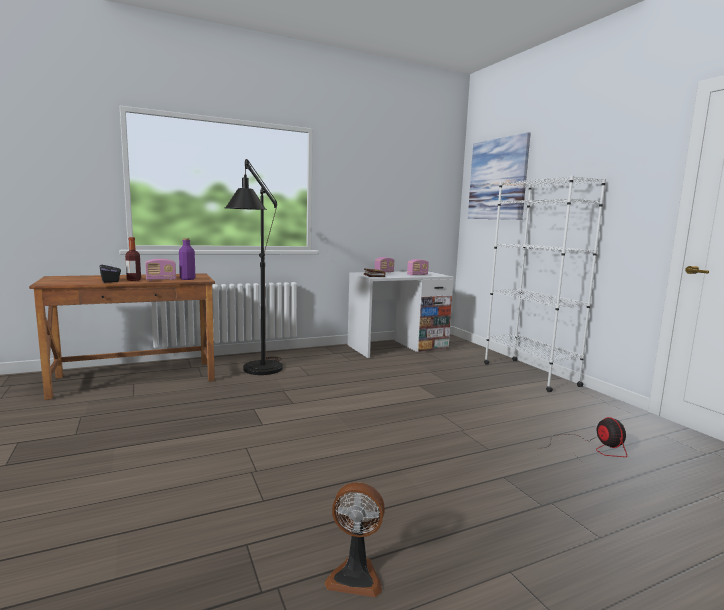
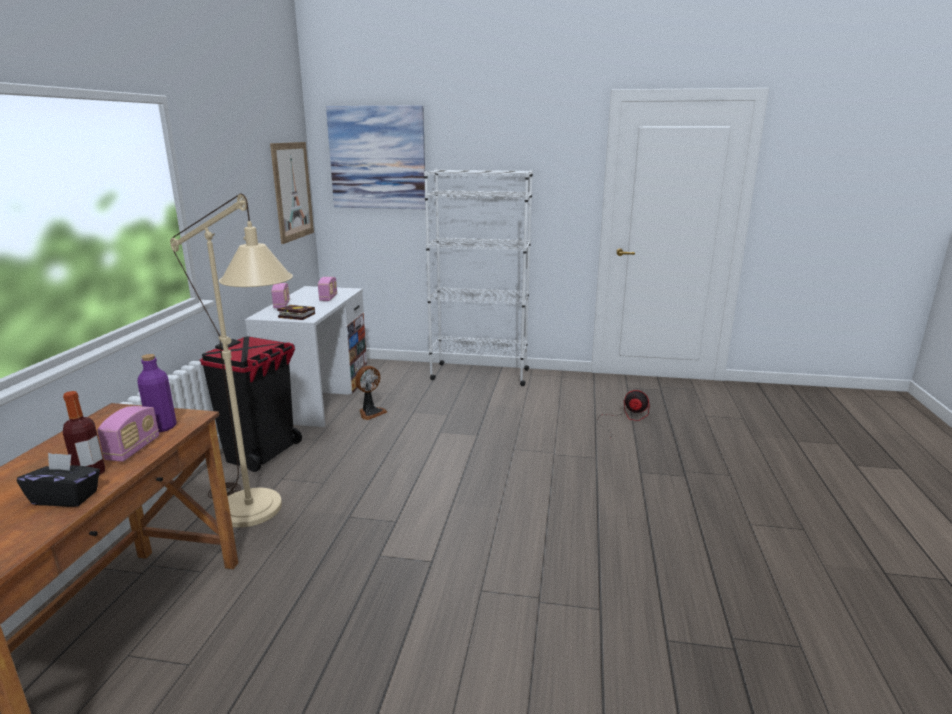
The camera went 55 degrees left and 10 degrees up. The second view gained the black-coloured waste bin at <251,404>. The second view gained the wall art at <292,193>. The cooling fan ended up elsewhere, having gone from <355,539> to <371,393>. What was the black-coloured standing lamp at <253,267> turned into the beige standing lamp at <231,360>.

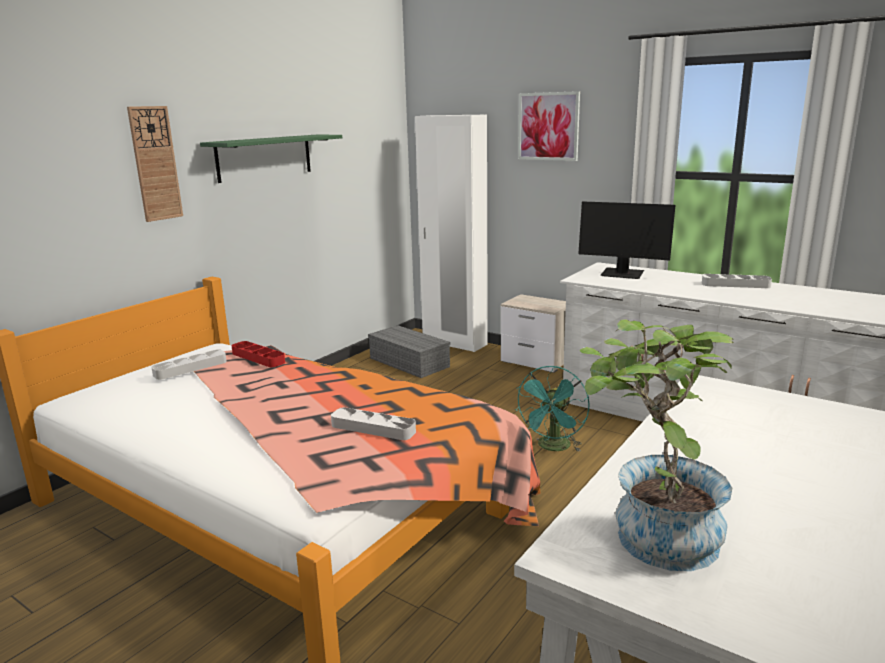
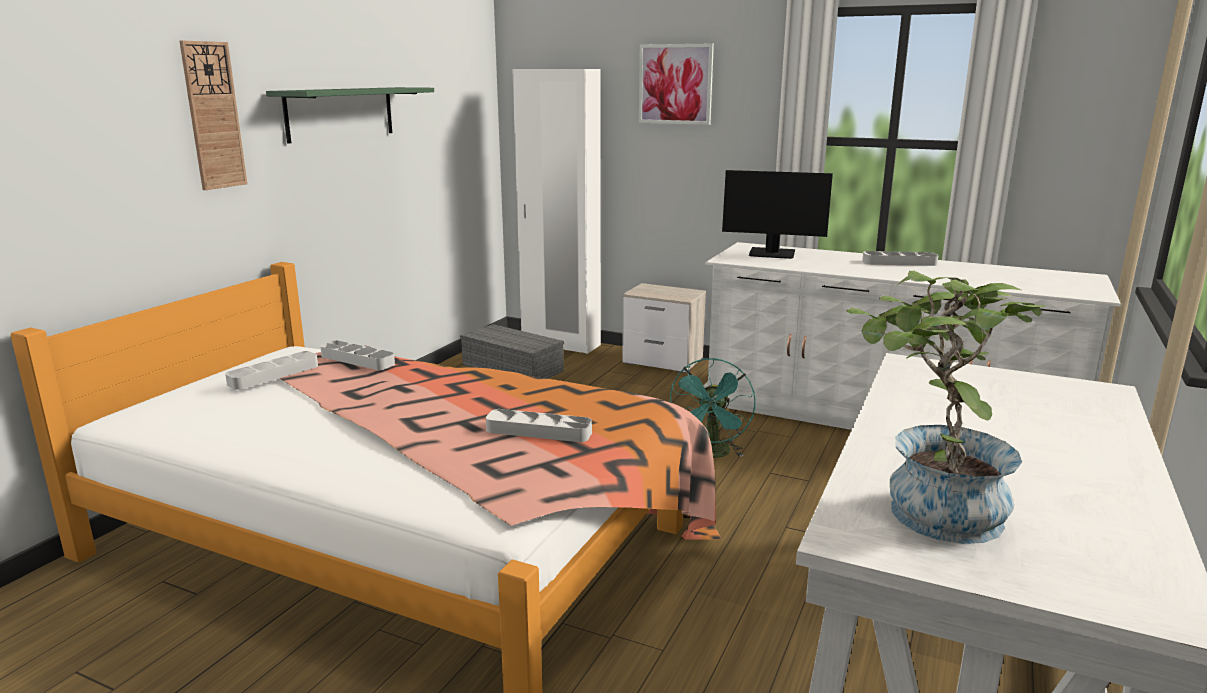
The camera went 10 degrees left and 0 degrees up. What was the reddish carrying tray at <258,354> turned into the greyish carrying tray at <357,355>.

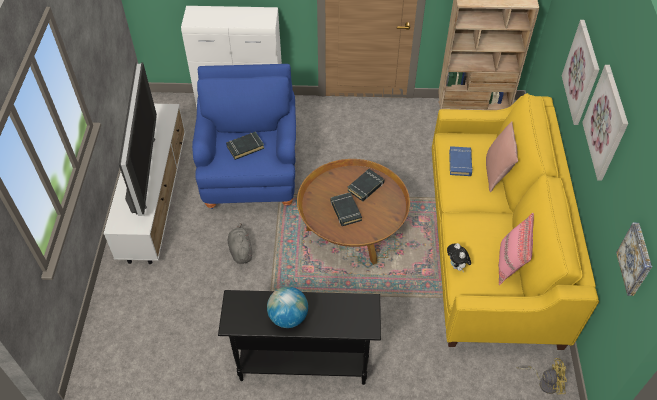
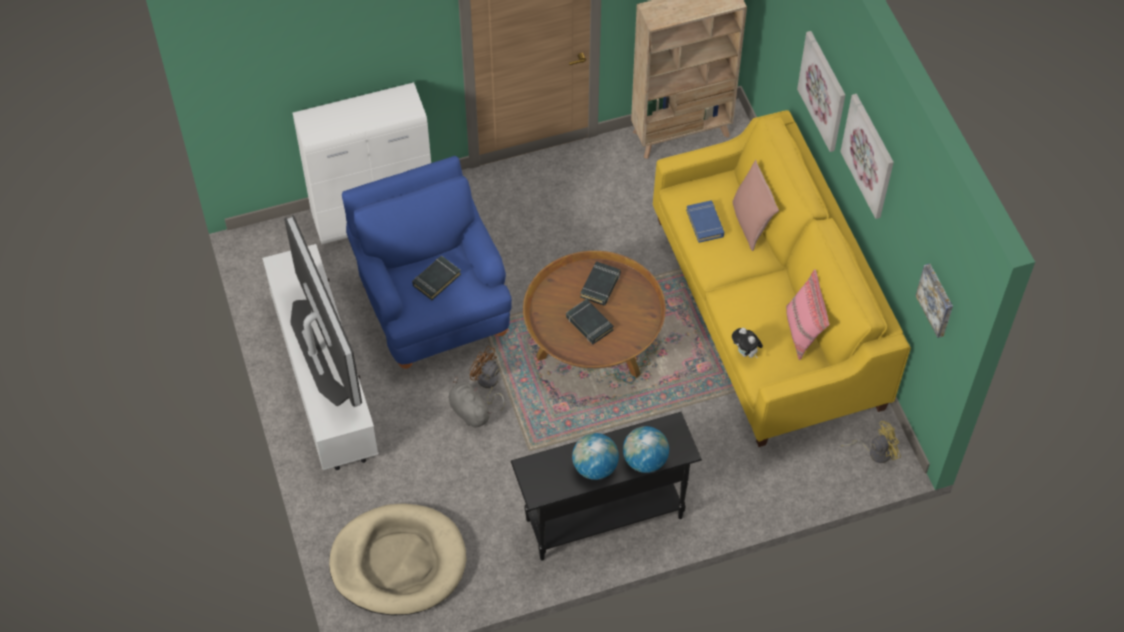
The camera went 20 degrees left and 5 degrees up. The second view gained the beige pet bed at <398,559>. The second view gained the brown-coloured cooling fan at <487,378>. The second view gained the globe at <646,449>.

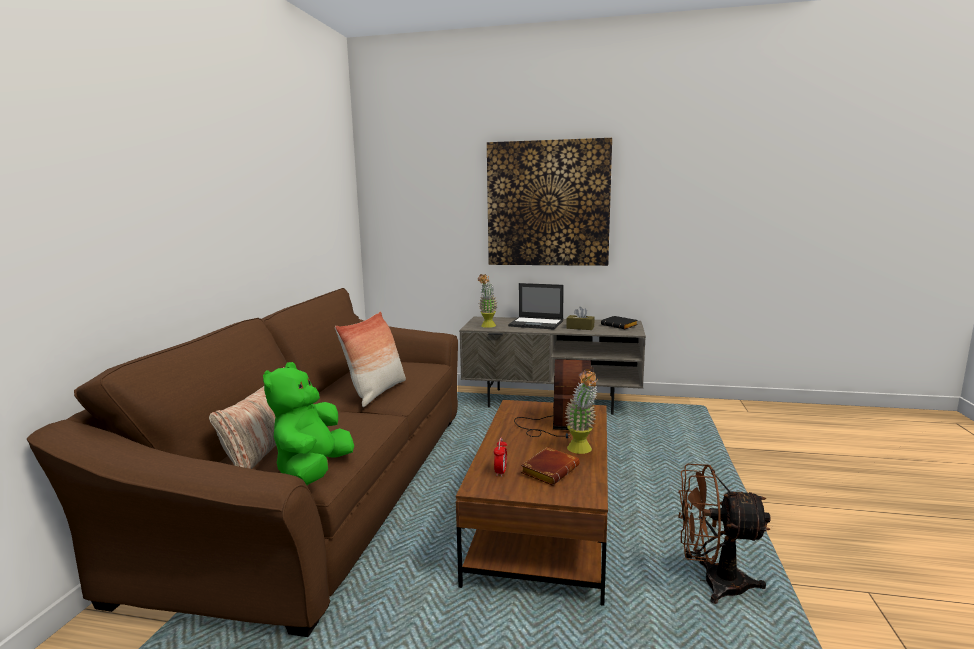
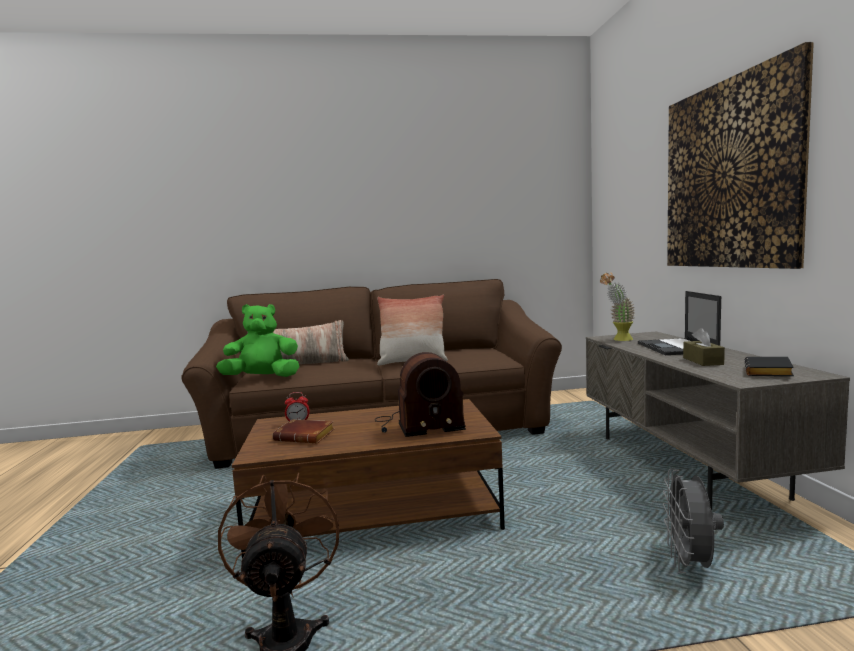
The camera went 70 degrees right and 5 degrees down. The second view lost the plant in a pot at <581,411>. The second view gained the greyish cooling fan at <693,520>.

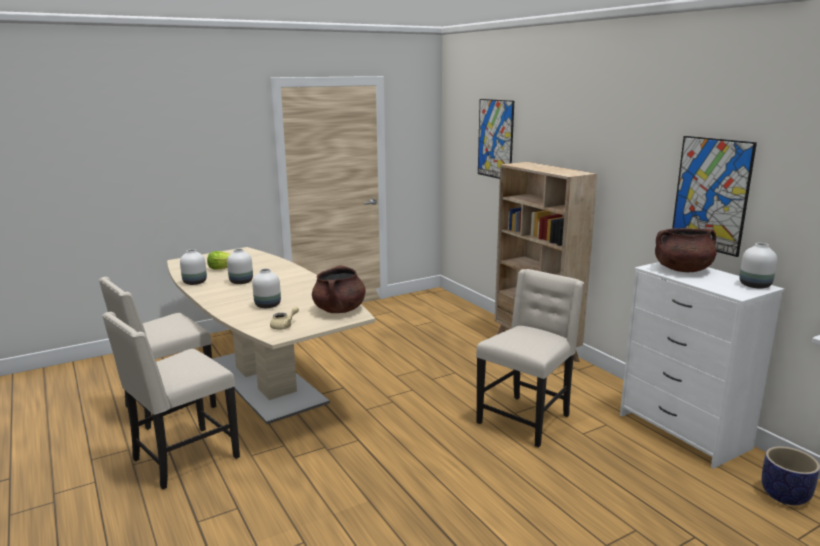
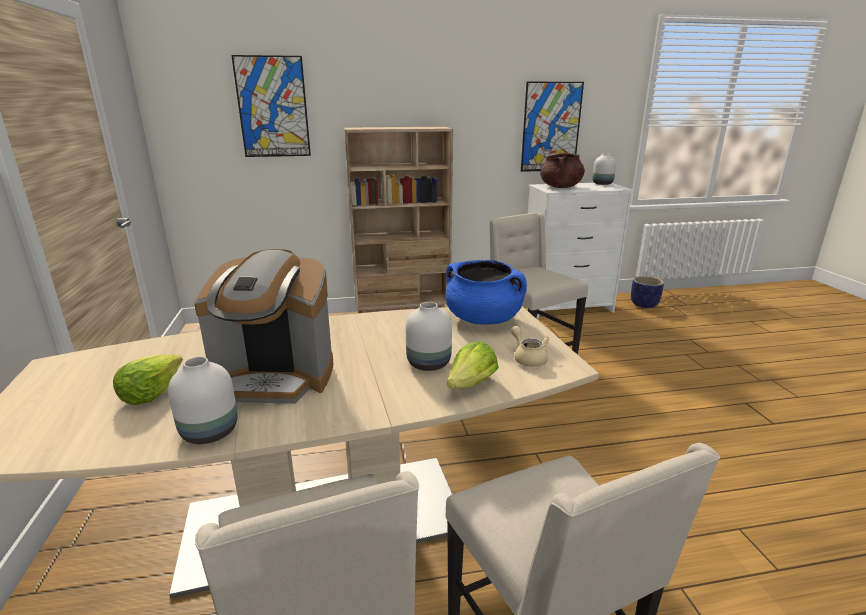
The camera went 70 degrees left and 5 degrees up. The second view gained the lettuce head at <473,365>. Where the white-coloured flower vase stood at <240,266>, the coffee machine came to stand at <263,326>. What was the brown-coloured stockpot at <339,289> turned into the bluish stockpot at <486,292>.

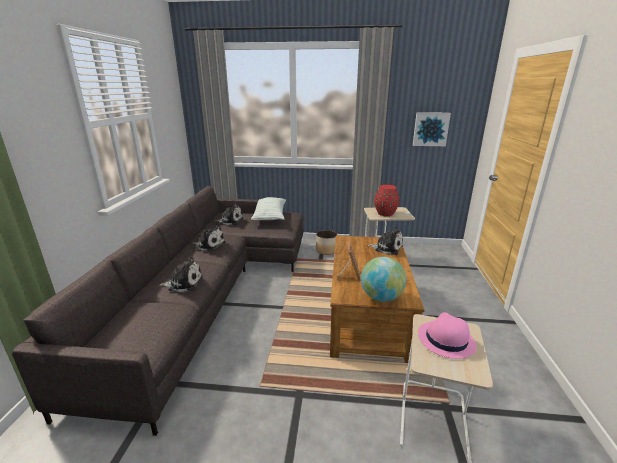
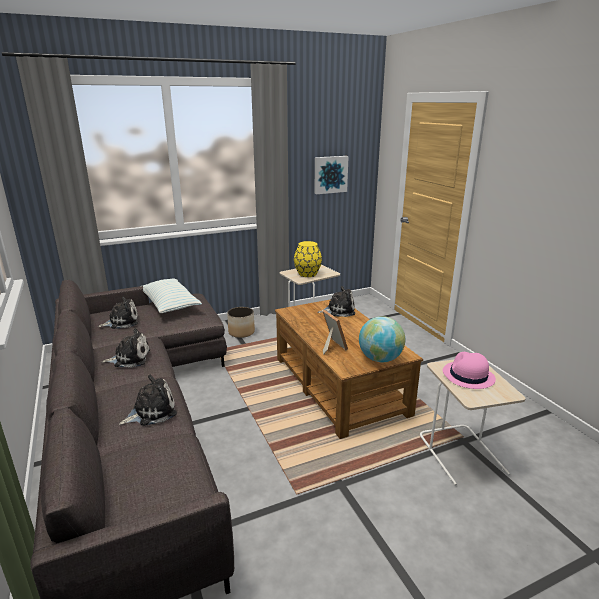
The camera went 30 degrees left and 0 degrees up. What was the reddish flower vase at <387,200> turned into the yellow-coloured flower vase at <308,259>.

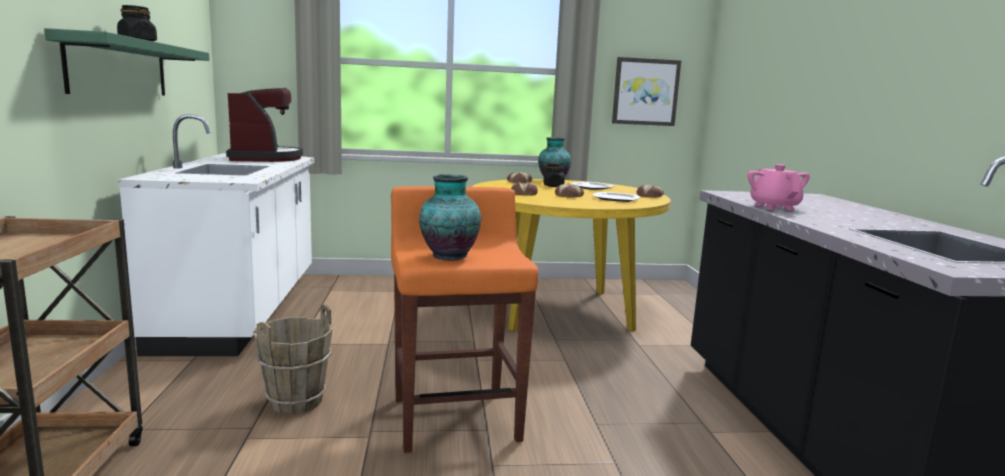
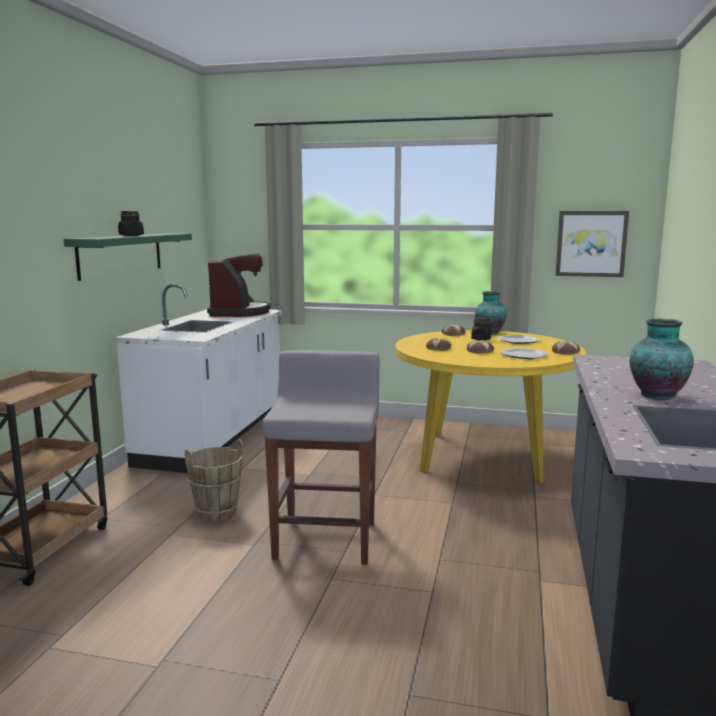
The camera went 20 degrees right and 0 degrees up. The second view lost the pink-coloured teapot at <778,187>. The flower vase ended up elsewhere, having gone from <450,217> to <661,359>. What was the orange sitting stool at <464,319> turned into the greyish sitting stool at <321,457>.

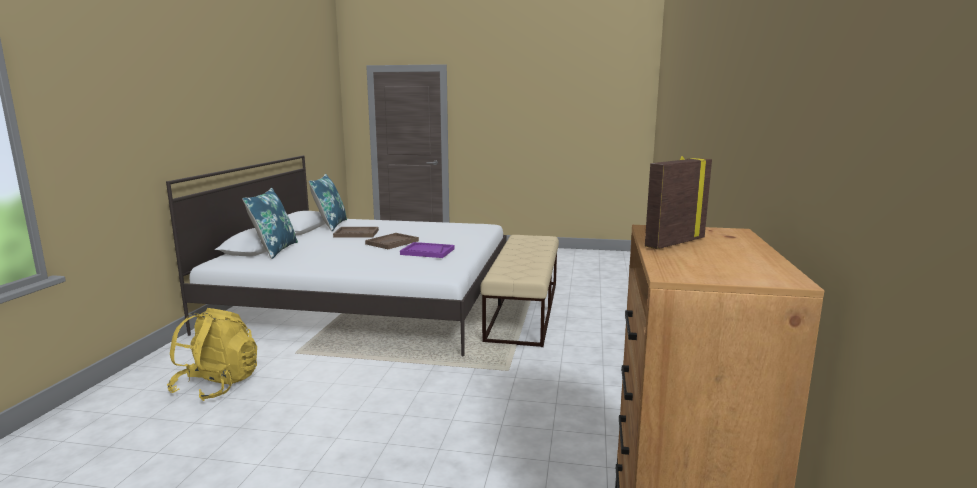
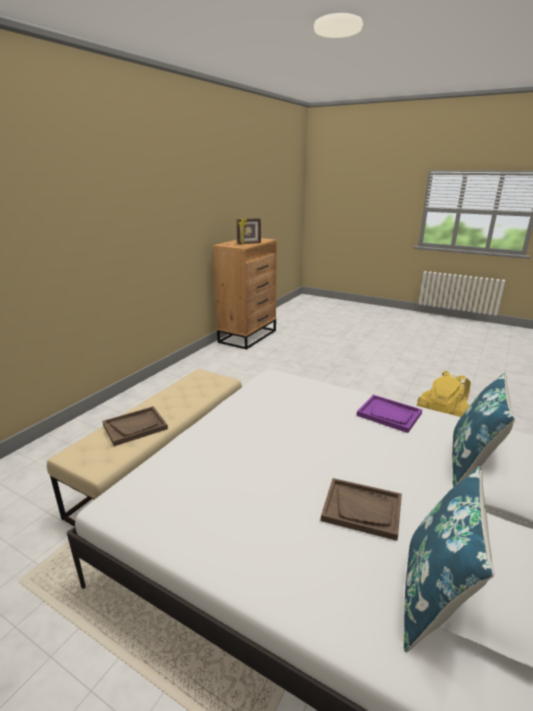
The camera went 160 degrees left and 10 degrees up. The brown-coloured carrying tray ended up elsewhere, having gone from <392,241> to <135,426>. The purple-coloured carrying tray ended up elsewhere, having gone from <427,250> to <389,414>.

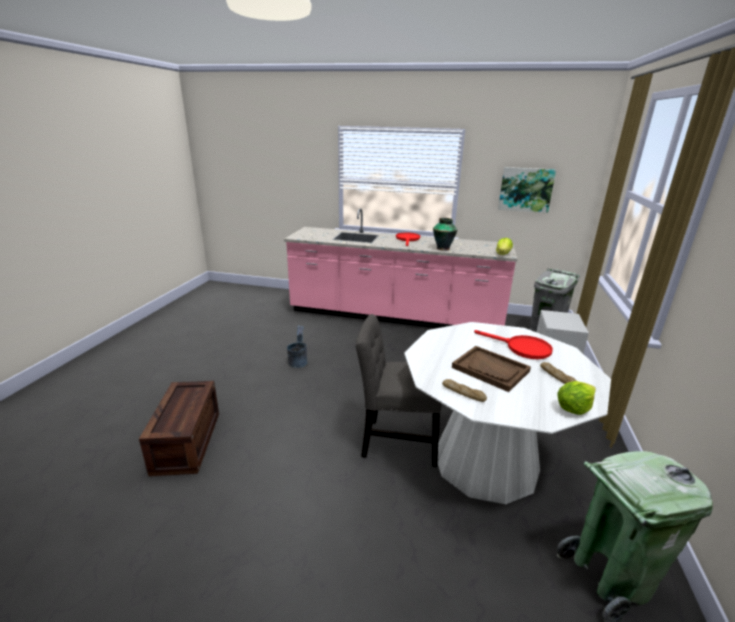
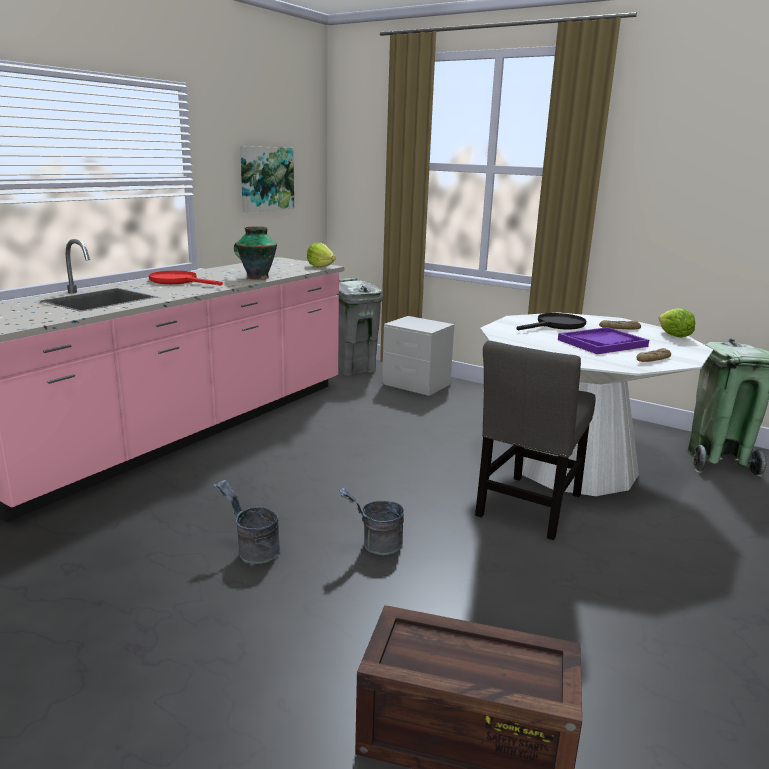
The camera went 70 degrees left and 5 degrees down. The second view gained the greyish bucket at <372,521>. What was the brown-coloured carrying tray at <491,369> turned into the purple-coloured carrying tray at <603,340>. What was the reddish skillet at <513,344> turned into the black-coloured skillet at <551,321>.

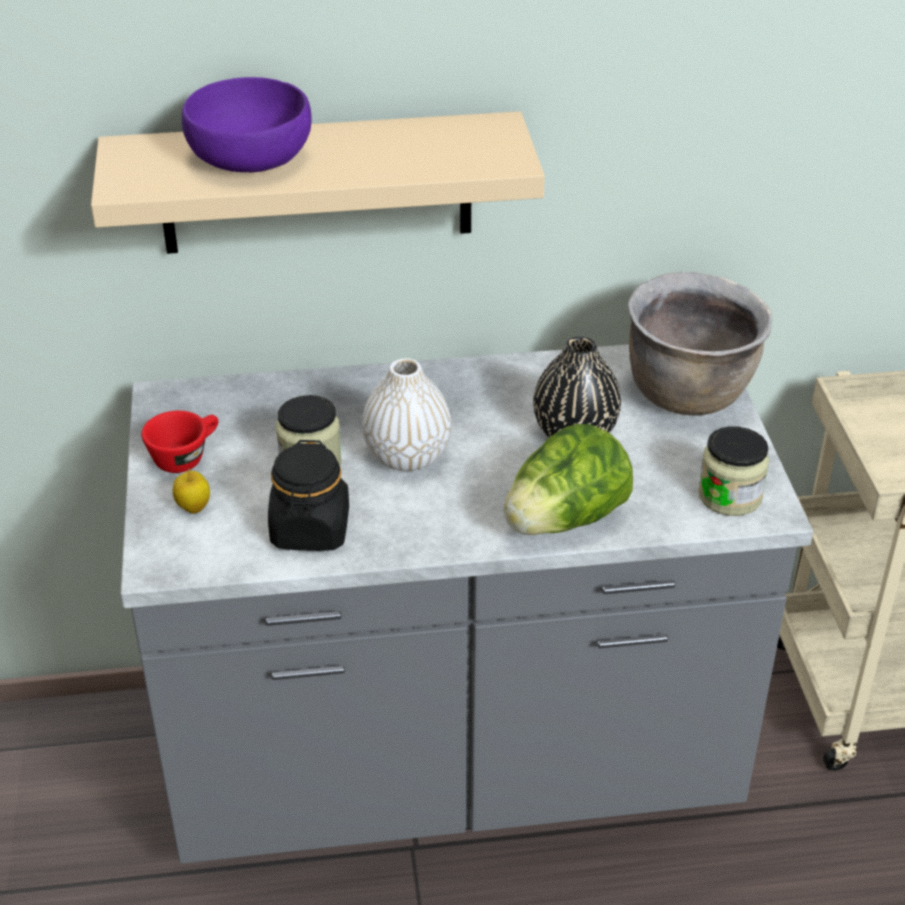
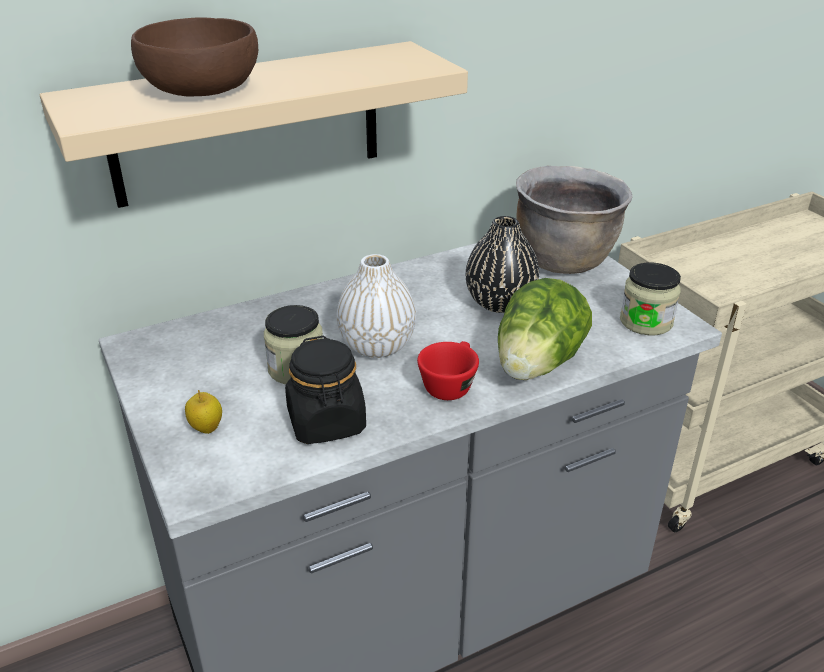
The camera went 20 degrees left and 5 degrees down. The reddish drinking cup ended up elsewhere, having gone from <180,442> to <448,370>. What was the purple-coloured deep dish at <246,124> turned into the brown-coloured deep dish at <194,57>.

